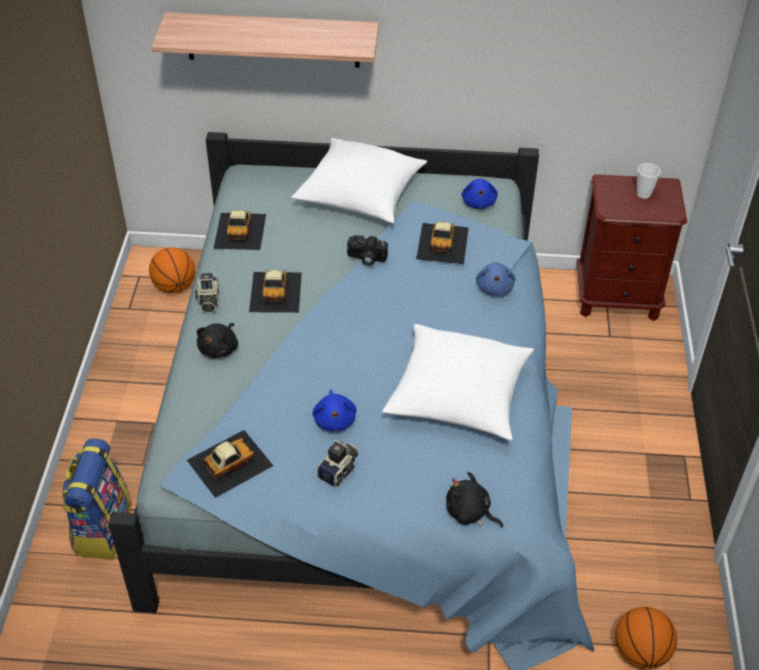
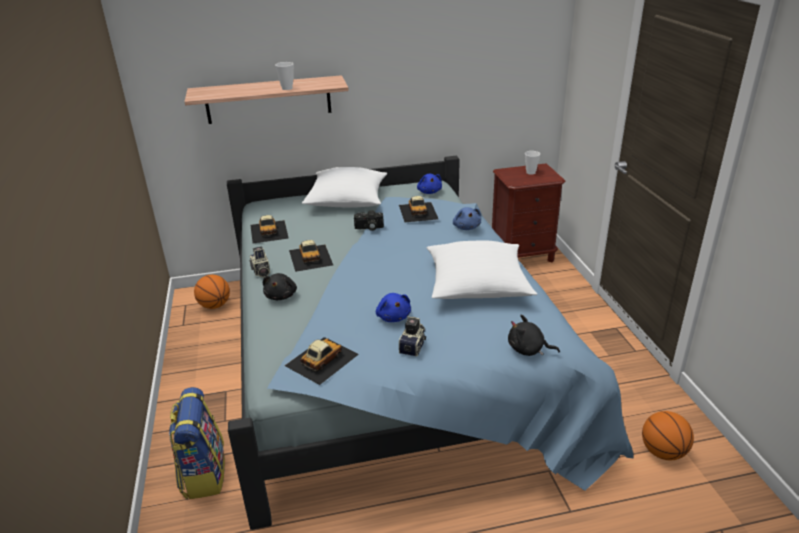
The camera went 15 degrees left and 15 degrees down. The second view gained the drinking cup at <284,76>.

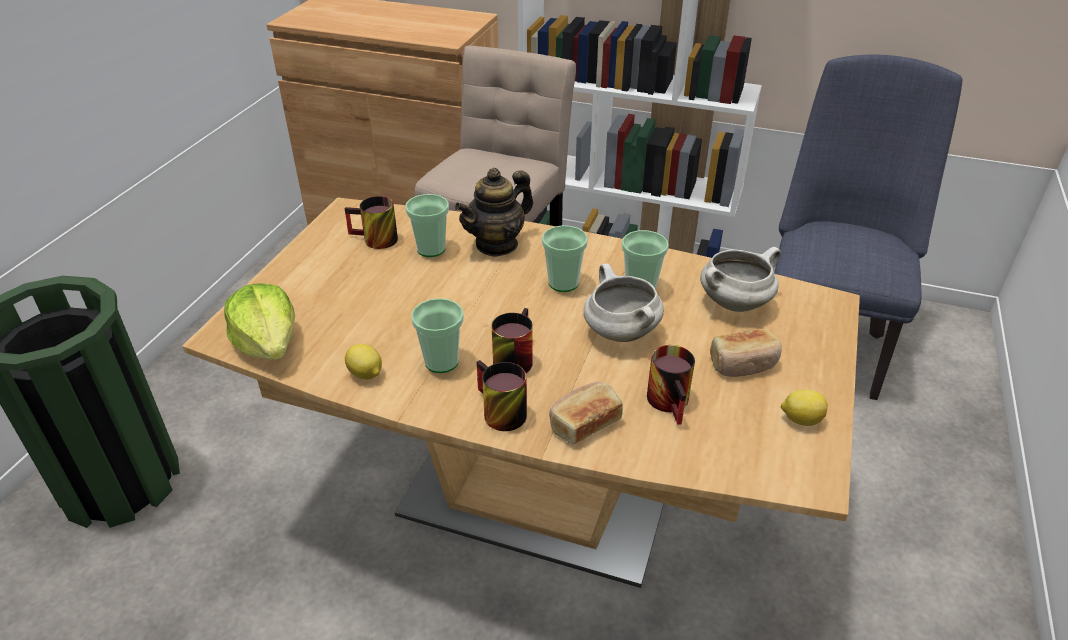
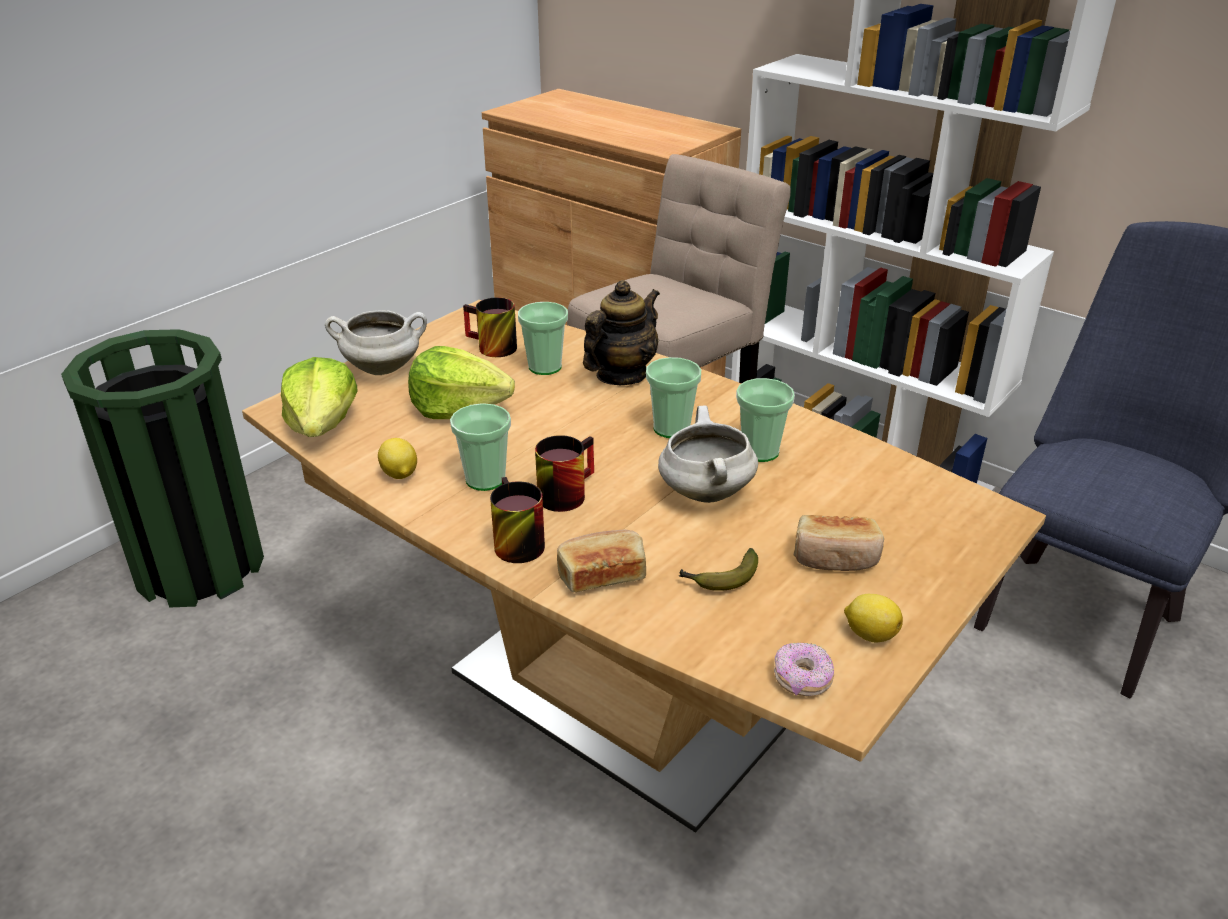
The camera went 20 degrees right and 5 degrees down. The second view gained the lettuce head at <461,382>. The second view gained the donut at <804,669>. The white-coloured stockpot ended up elsewhere, having gone from <740,279> to <376,342>. Where the coffee mug stood at <671,385>, the banana came to stand at <718,569>. The teapot at <494,212> ended up facing another way, 150 degrees clockwise from before.

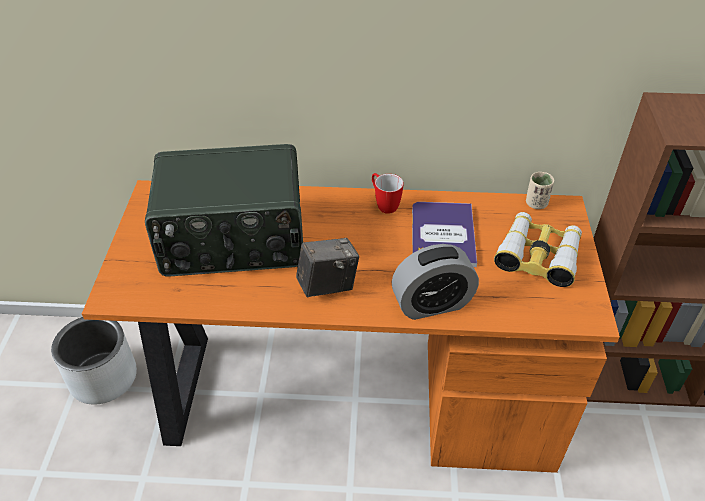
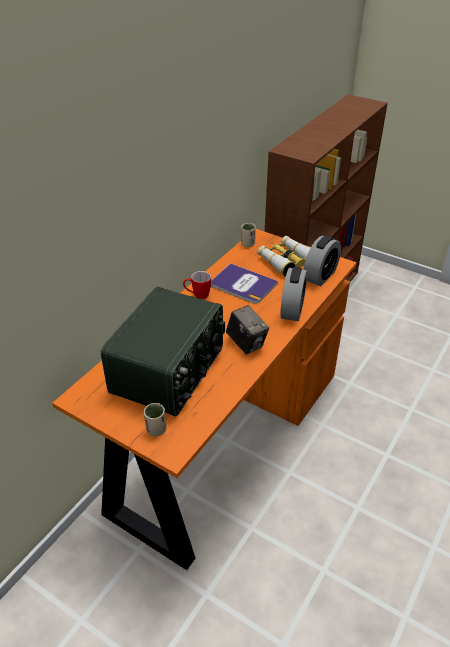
The camera went 60 degrees left and 5 degrees down. The second view lost the greyish plant pot at <94,361>. The second view gained the beige drinking cup at <155,419>. The second view gained the alarm clock at <322,260>. The still camera at <327,267> ended up facing another way, 135 degrees clockwise from before.

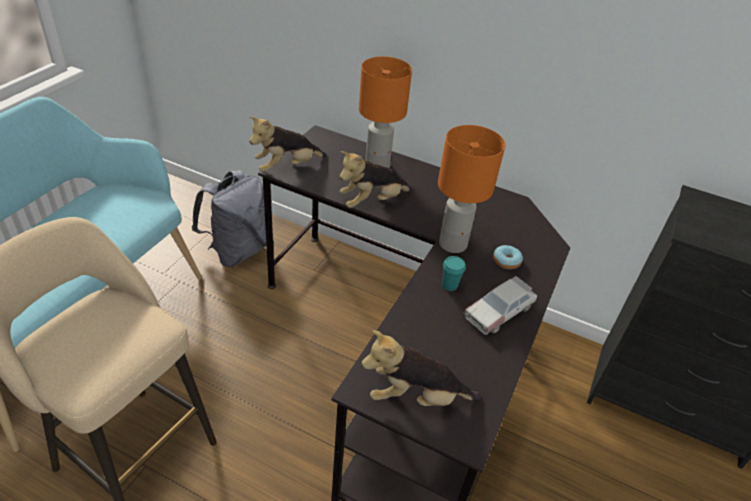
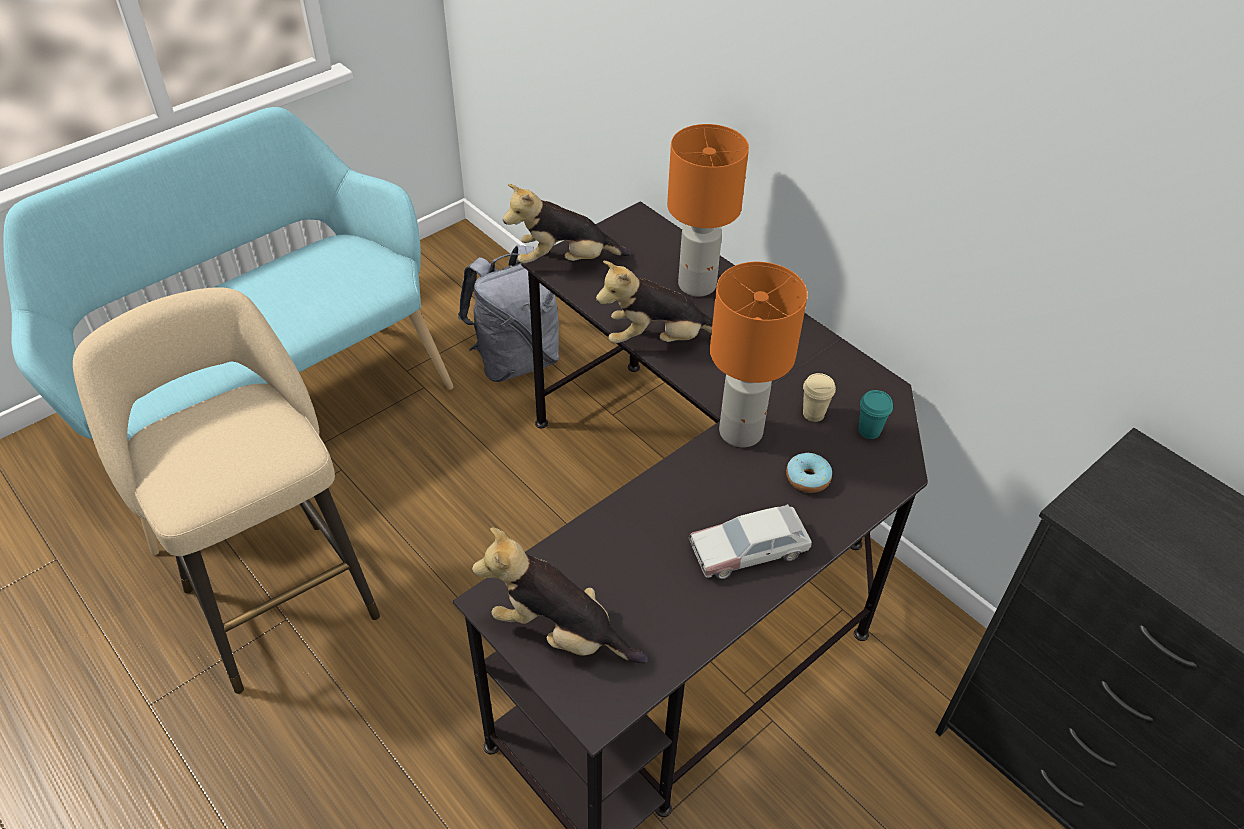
The camera went 25 degrees right and 5 degrees up. The second view gained the beige drinking cup at <819,397>. The turquoise-coloured drinking cup ended up elsewhere, having gone from <454,273> to <875,414>.

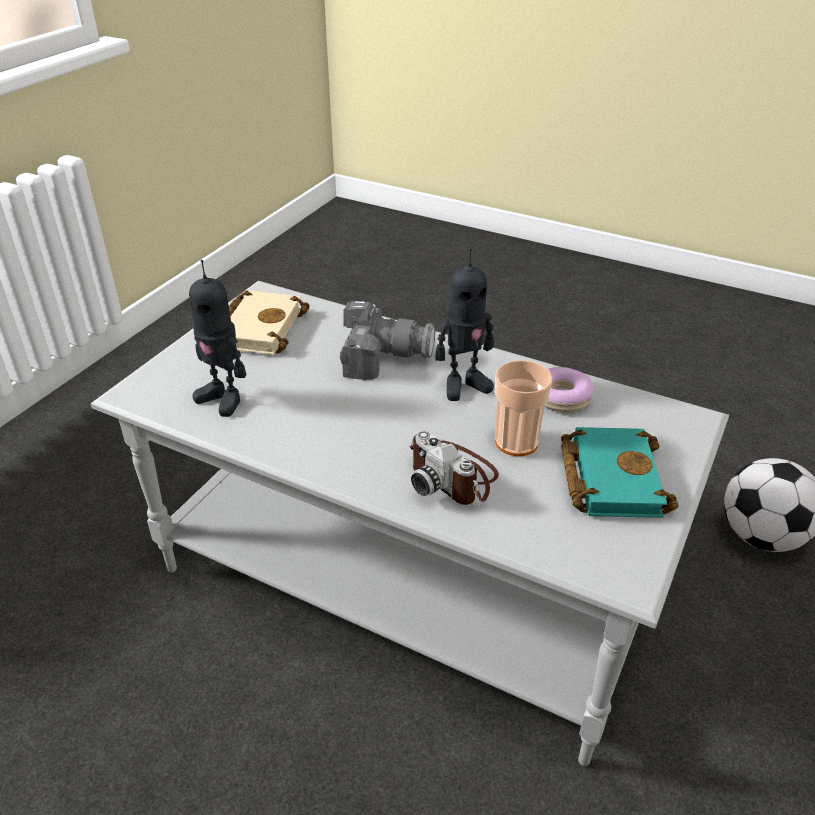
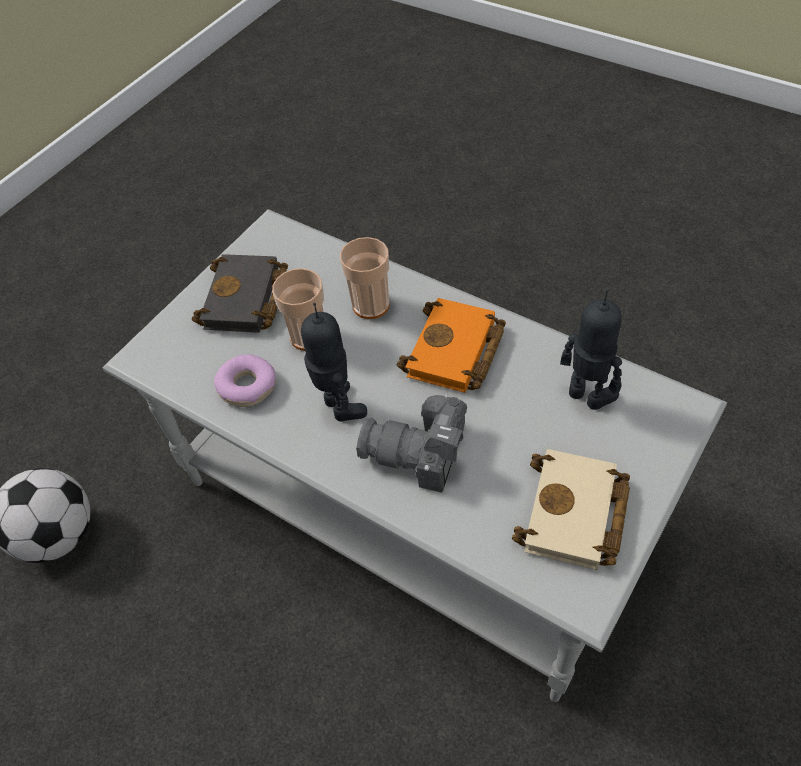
The camera went 170 degrees left and 15 degrees up. The second view gained the orange volume at <451,345>. Where the still camera stood at <454,468>, the drinking cup came to stand at <364,278>. What was the turquoise-coloured volume at <620,472> turned into the black-coloured volume at <240,293>. The robot figure at <464,324> ended up facing another way, 75 degrees clockwise from before.

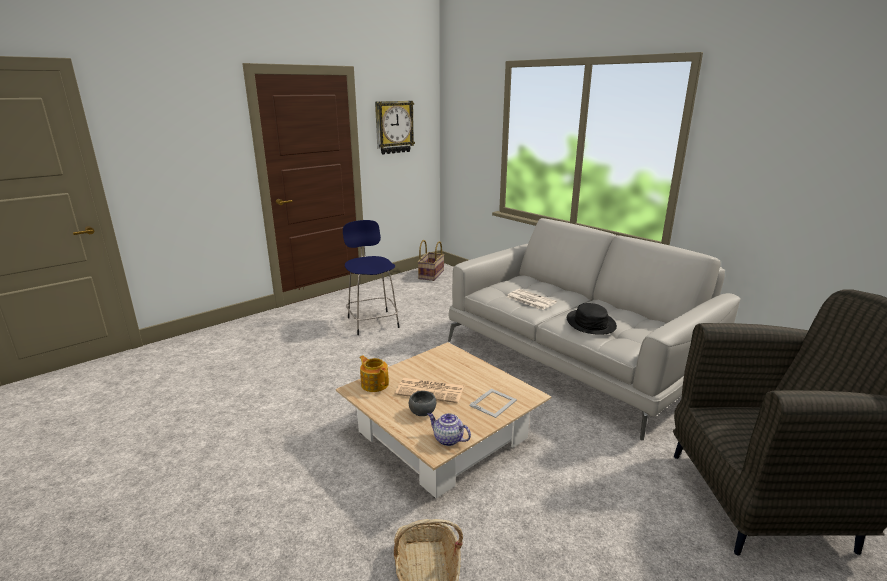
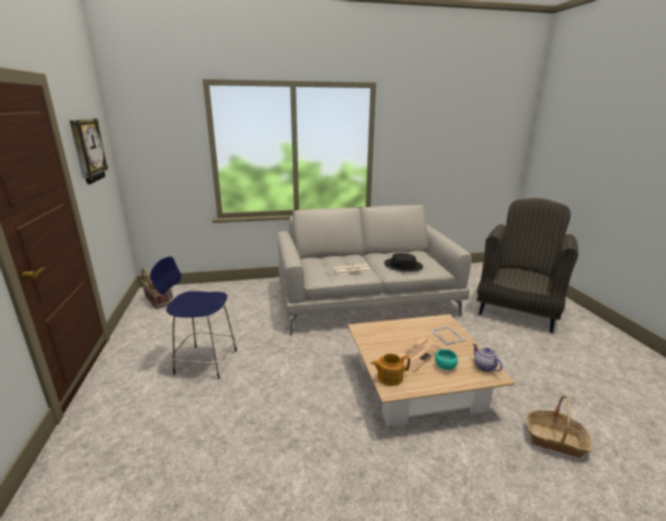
The camera went 60 degrees left and 0 degrees up. What was the greyish deep dish at <422,403> turned into the turquoise-coloured deep dish at <446,359>. The teapot at <449,429> ended up facing another way, 90 degrees clockwise from before.

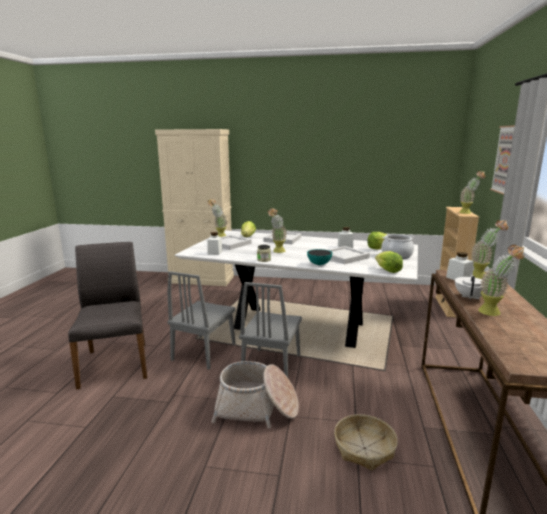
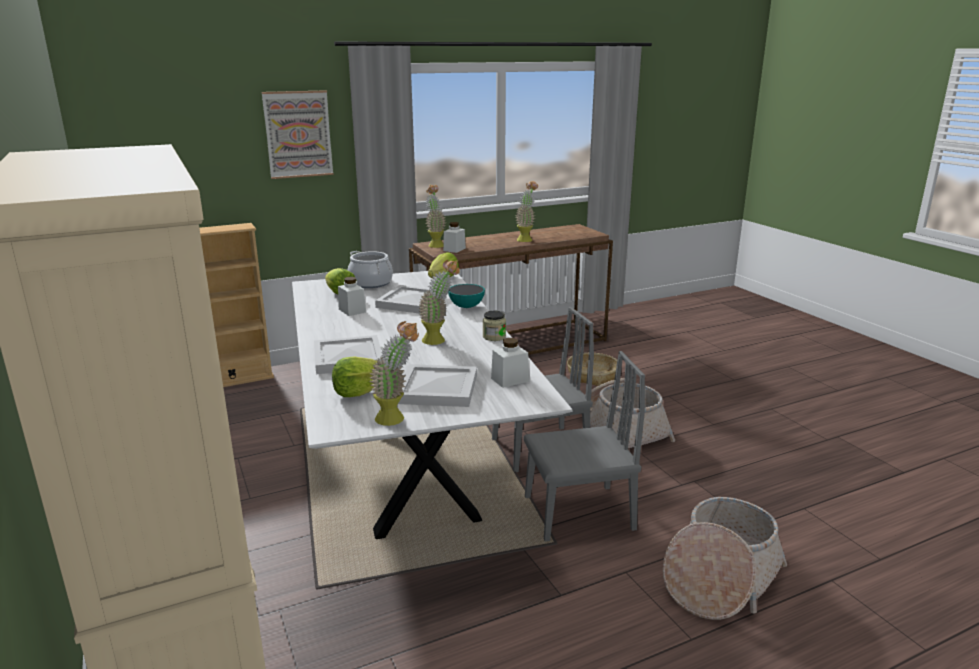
The camera went 125 degrees left and 5 degrees up. The second view lost the white-coloured teapot at <468,287>. The second view lost the plant in a pot at <472,192>. Where the greyish upright chair stood at <107,316>, the storage basket came to stand at <725,558>.

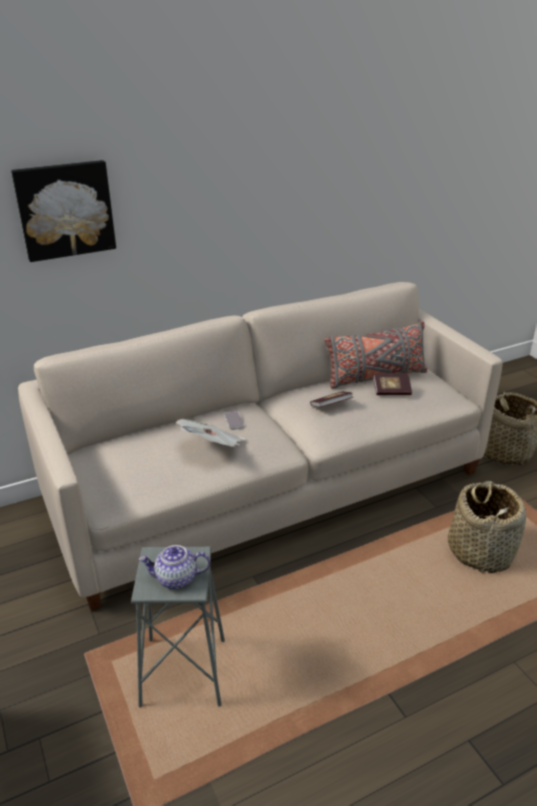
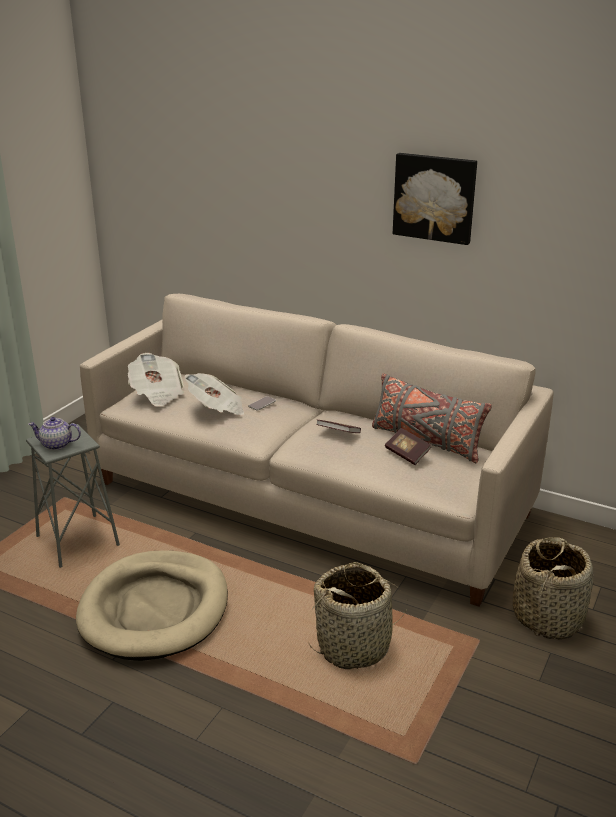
The camera went 55 degrees right and 5 degrees down. The second view gained the beige pet bed at <152,605>. The second view gained the printed paper at <156,380>. The wall art ended up elsewhere, having gone from <63,211> to <435,199>. The teapot at <174,567> ended up facing another way, 45 degrees counterclockwise from before.

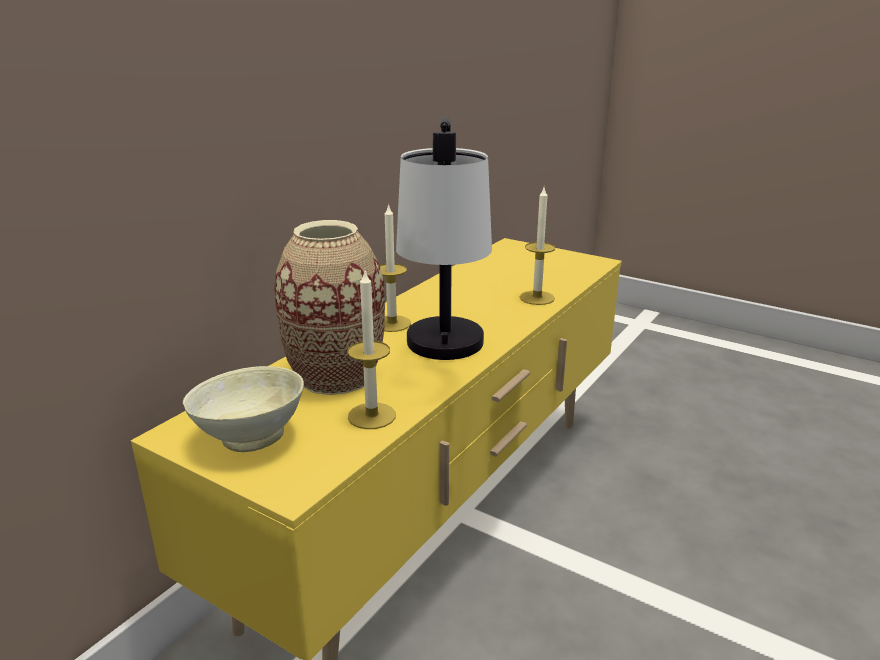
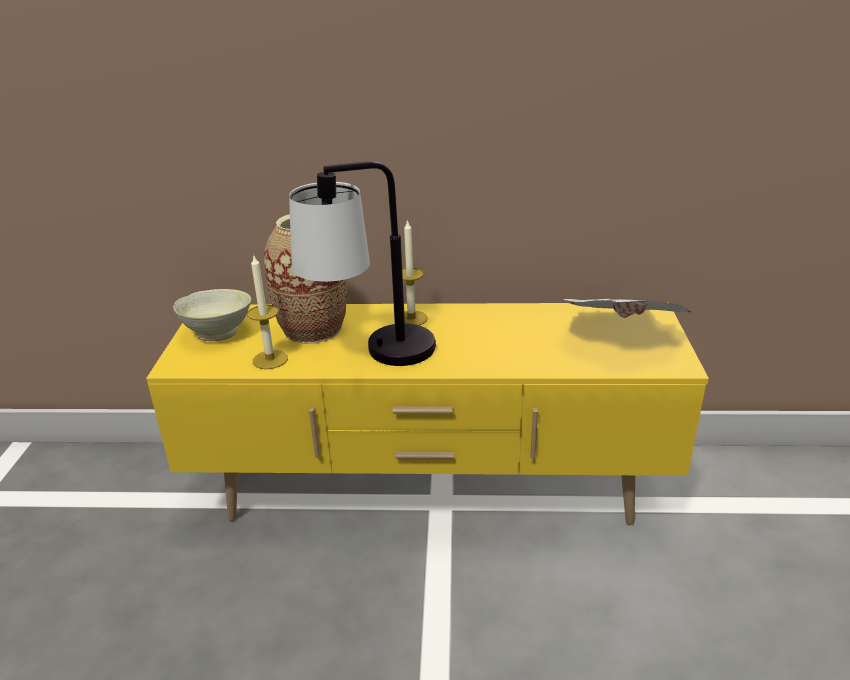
The camera went 60 degrees right and 5 degrees up. The second view lost the wax light at <538,246>. The second view gained the printed paper at <628,308>.

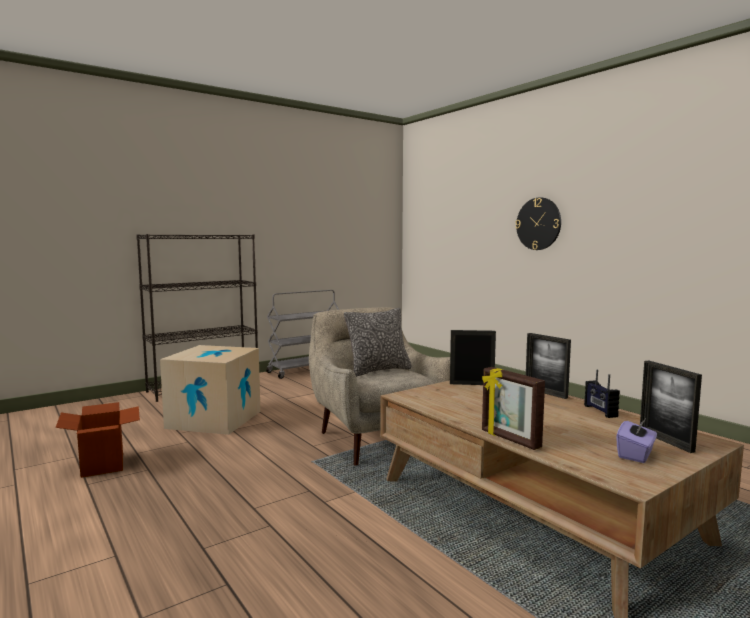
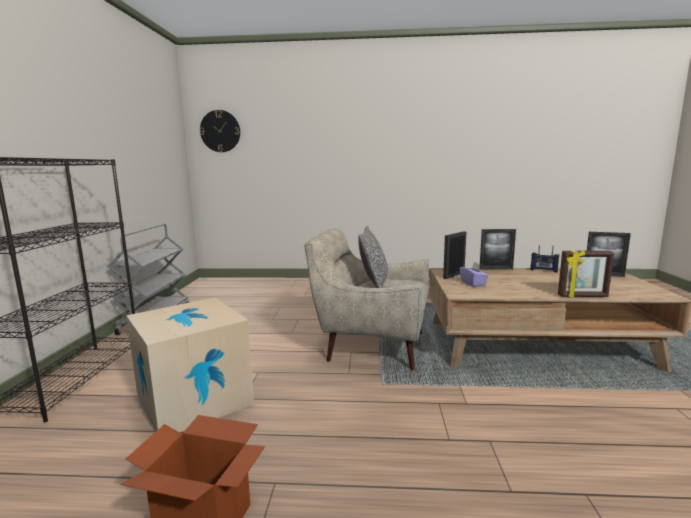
The camera went 50 degrees left and 5 degrees up. The clock on the wall ended up elsewhere, having gone from <538,223> to <220,131>. The purple-coloured tissue holder ended up elsewhere, having gone from <636,440> to <474,274>.

